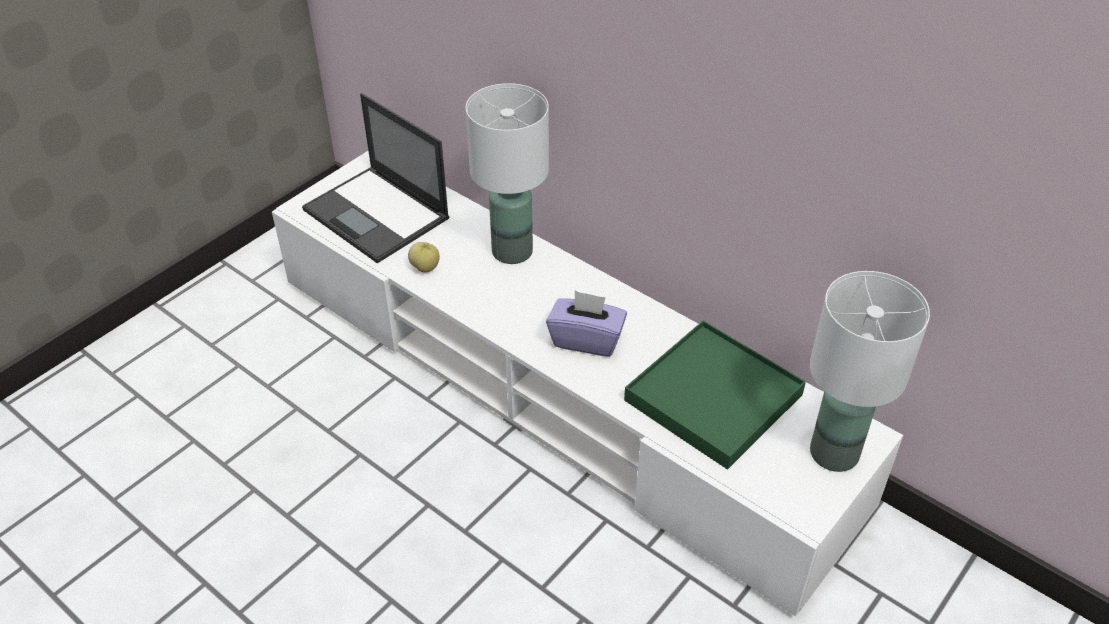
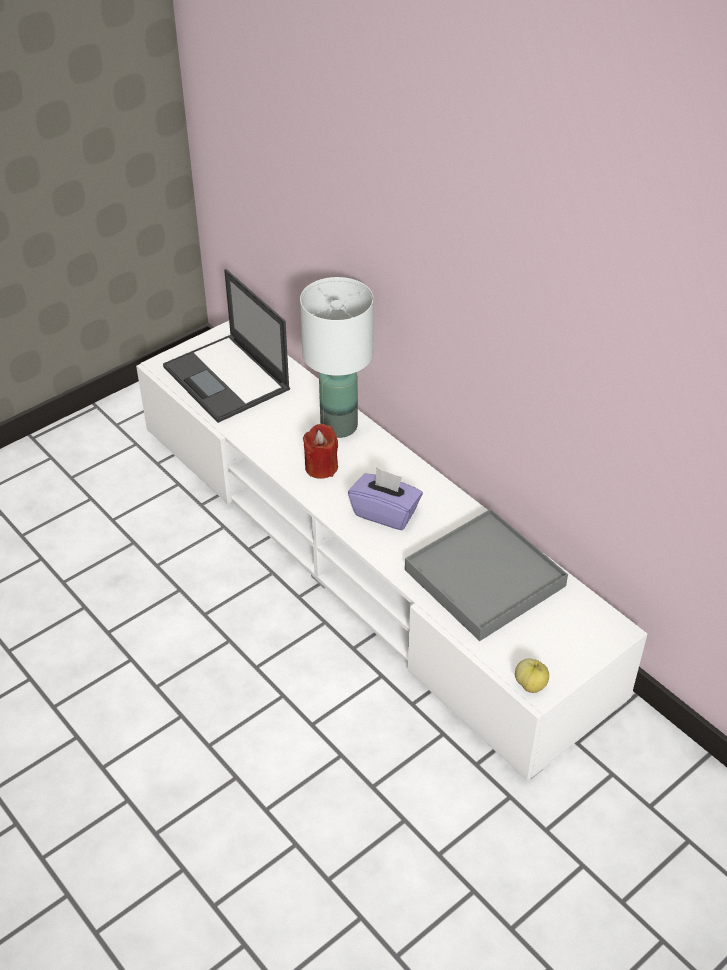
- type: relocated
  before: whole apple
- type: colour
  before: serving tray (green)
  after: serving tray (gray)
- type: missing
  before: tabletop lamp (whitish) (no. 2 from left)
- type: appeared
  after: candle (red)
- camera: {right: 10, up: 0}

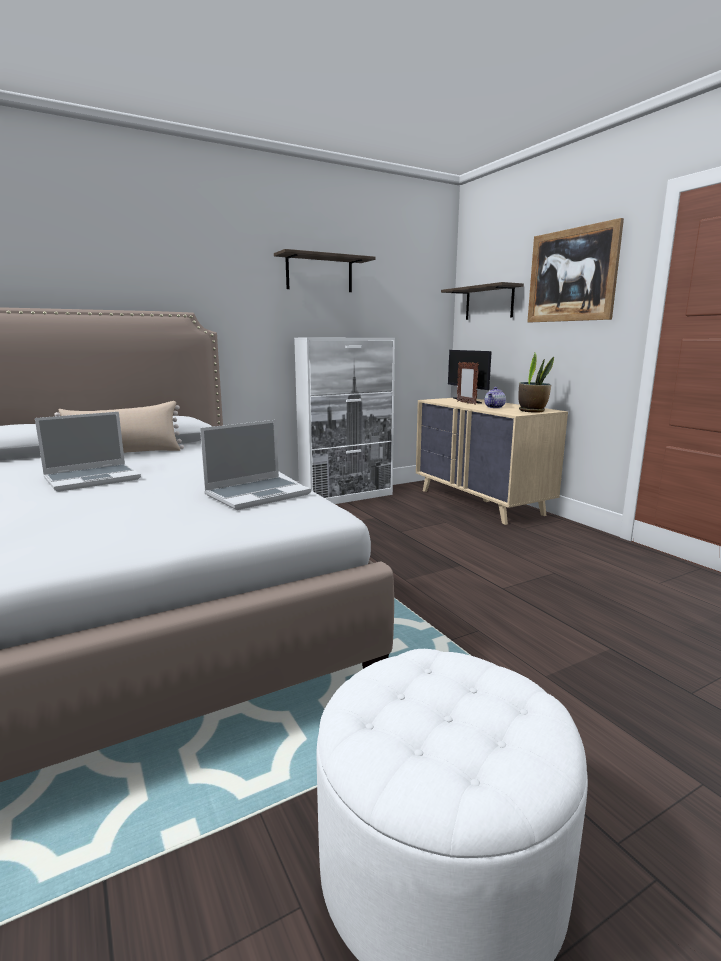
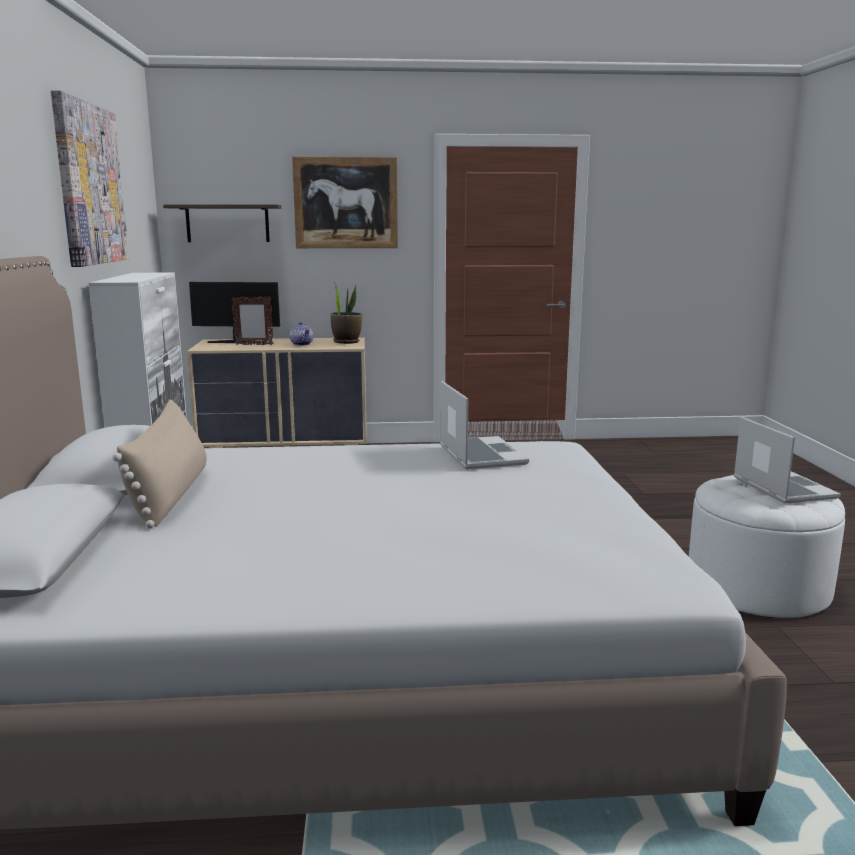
- type: relocated
  before: laptop (no. 1 from left in the first image)
  after: laptop (no. 2 from left)
- type: exchanged
  before: wall shelf (no. 1 from left)
  after: wall picture (no. 1 from left)
- camera: {right: -65, up: 0}

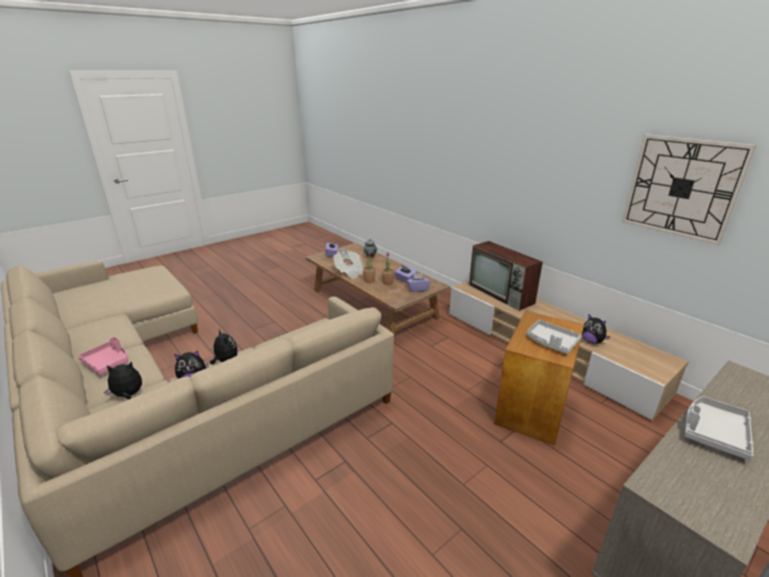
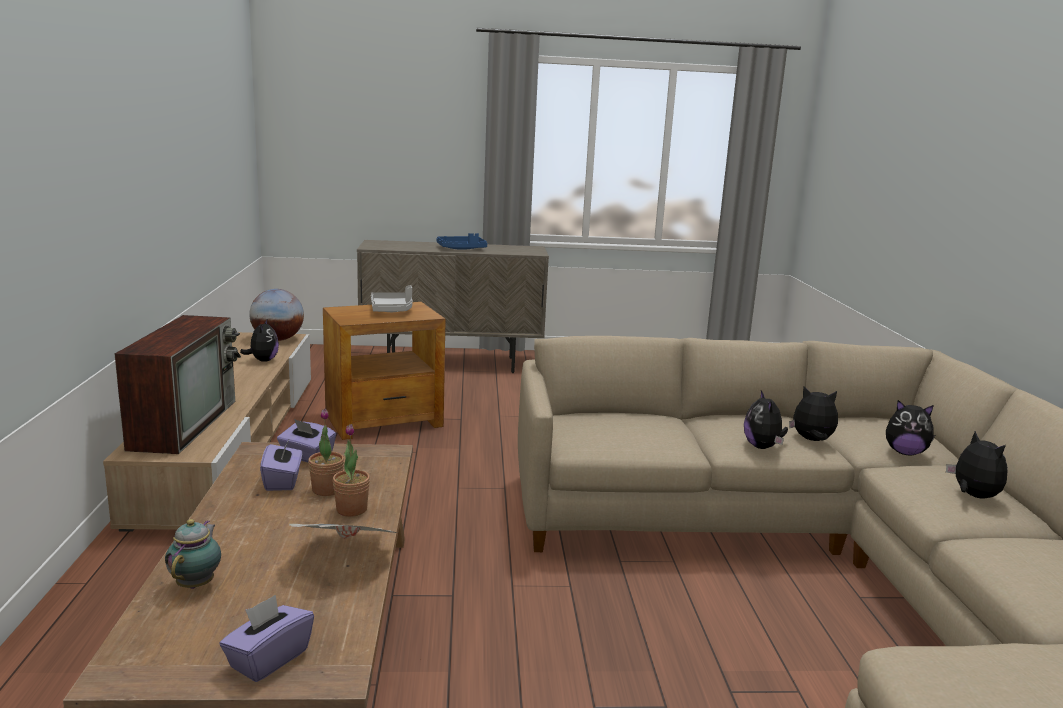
- type: exchanged
  before: serving tray (pink)
  after: soft toy (no. 5 from left)
- type: missing
  before: hanging clock
- type: colour
  before: serving tray (gray) (no. 2 from left)
  after: serving tray (blue-coloured)
- type: appeared
  after: world globe
- camera: {right: -145, up: -10}

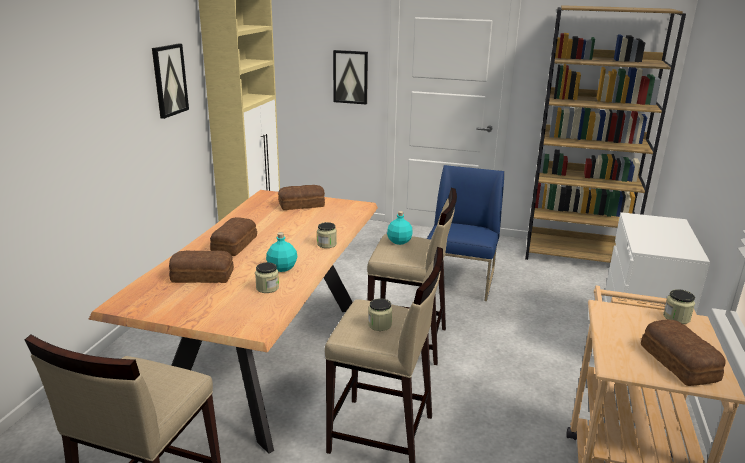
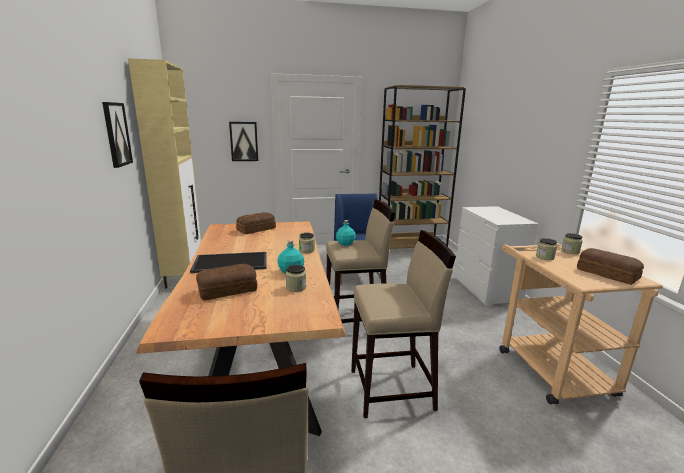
- type: exchanged
  before: bread (no. 2 from left)
  after: serving tray
- type: relocated
  before: storage jar (no. 3 from left)
- camera: {right: -25, up: -5}

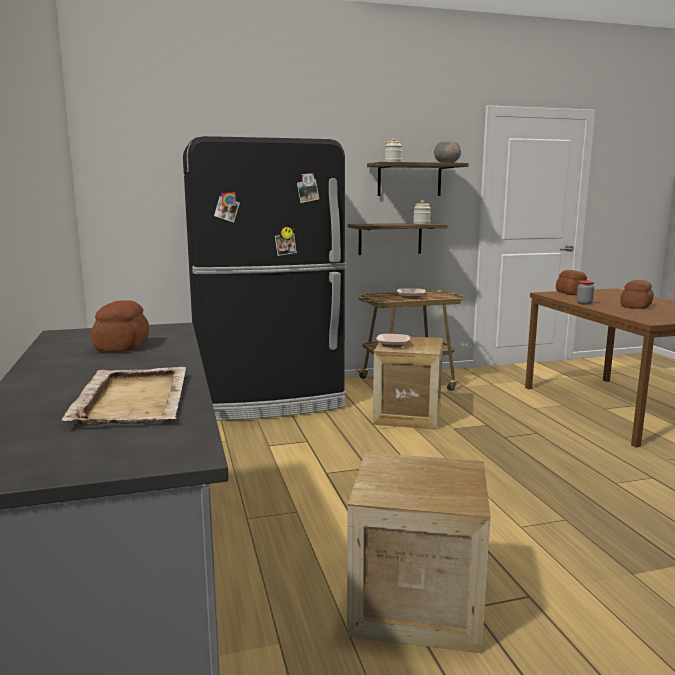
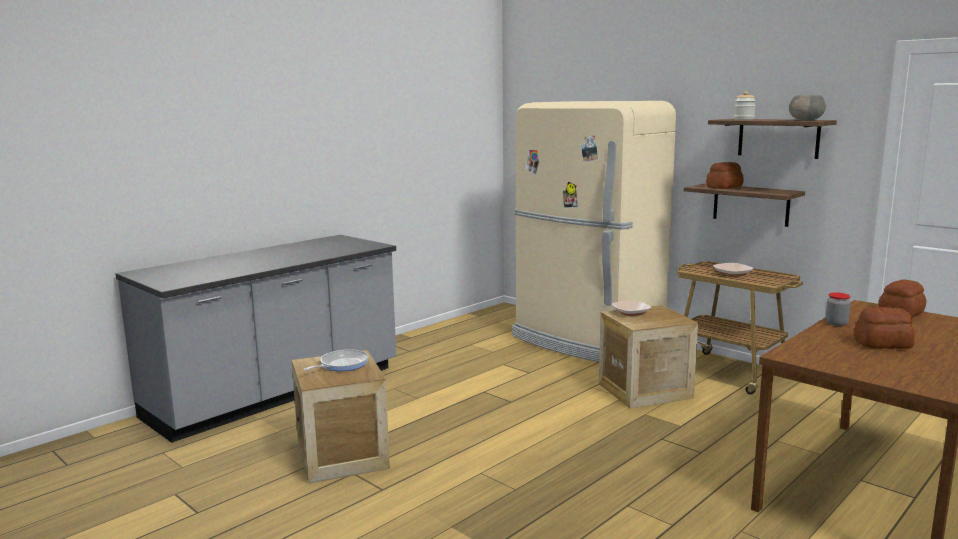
- type: missing
  before: serving tray (sand-coloured)
- type: relocated
  before: bread (no. 1 from left)
- type: colour
  before: kitchen fridge (blackish)
  after: kitchen fridge (sand-coloured)
- type: missing
  before: storage jar (no. 2 from left)
- type: appeared
  after: frying pan
- camera: {right: 60, up: 0}

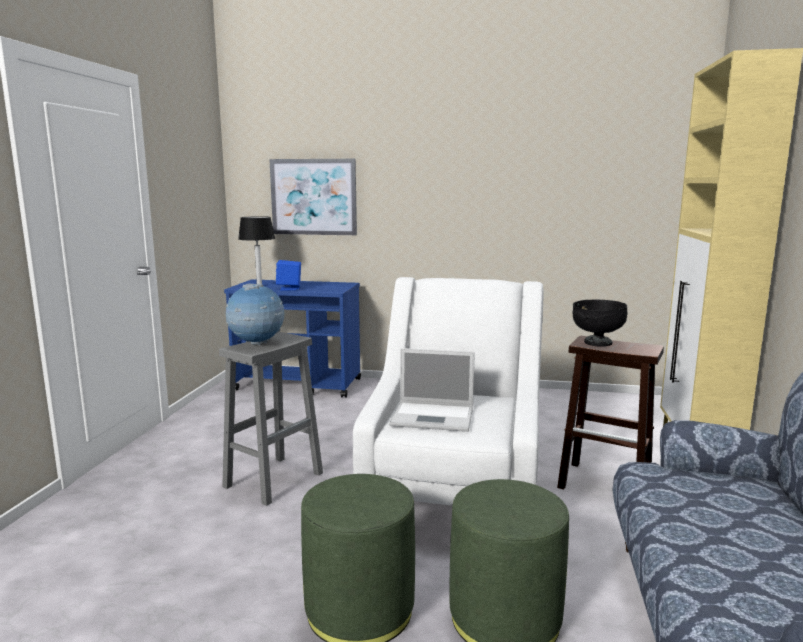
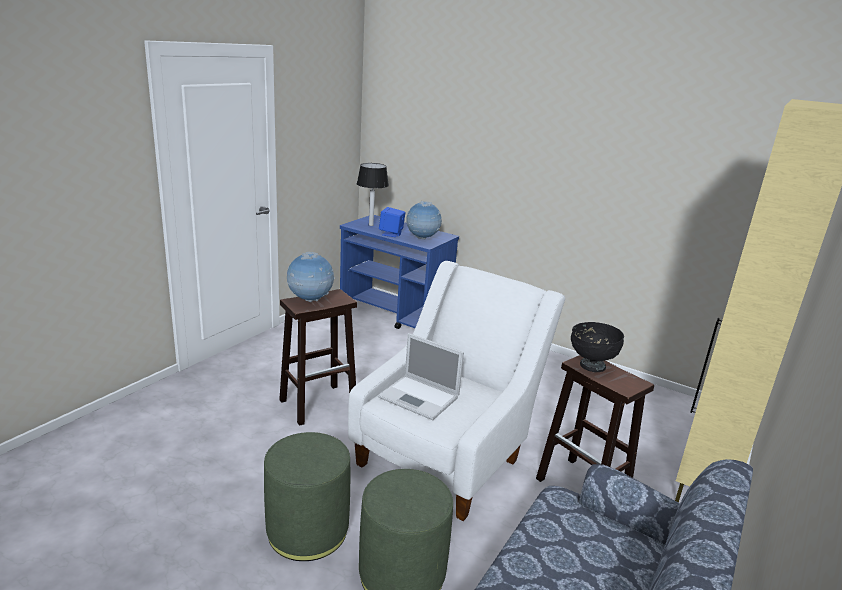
- type: colour
  before: sitting stool (gray)
  after: sitting stool (brownish) (no. 1 from left)
- type: missing
  before: wall picture
- type: appeared
  after: world globe (no. 2 from left)
- camera: {right: 20, up: 10}

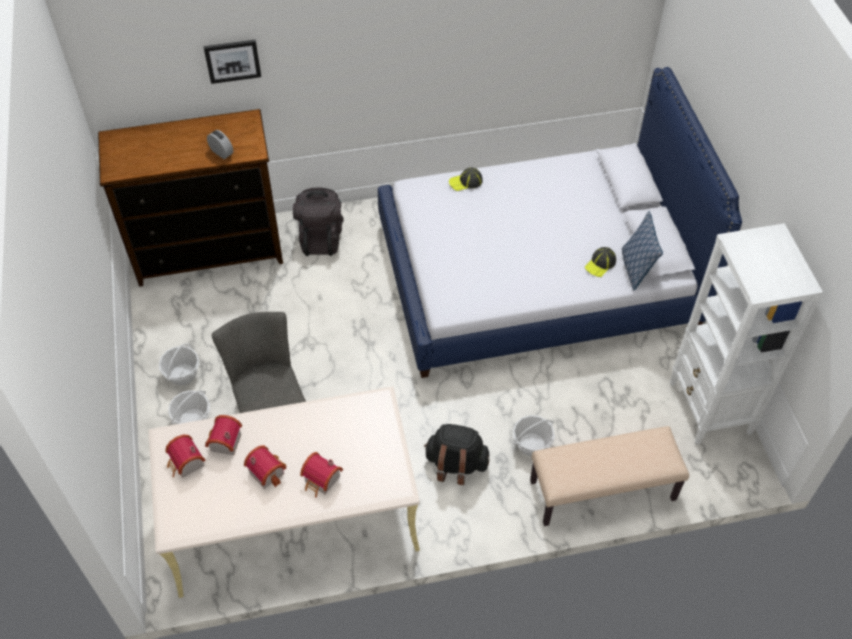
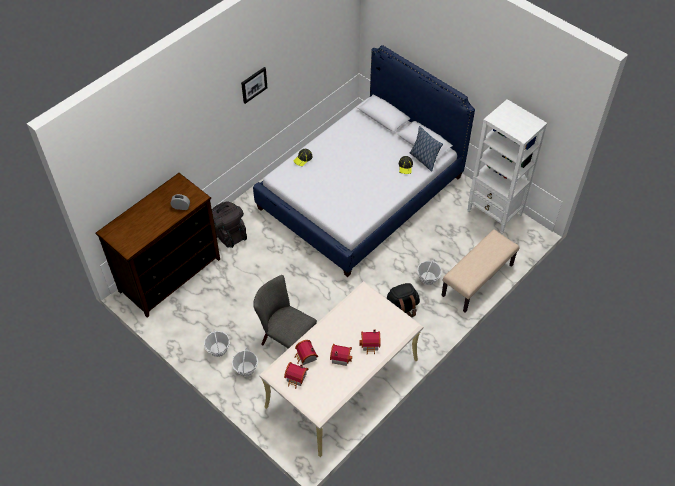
- type: relocated
  before: wall picture
- camera: {right: -35, up: 0}

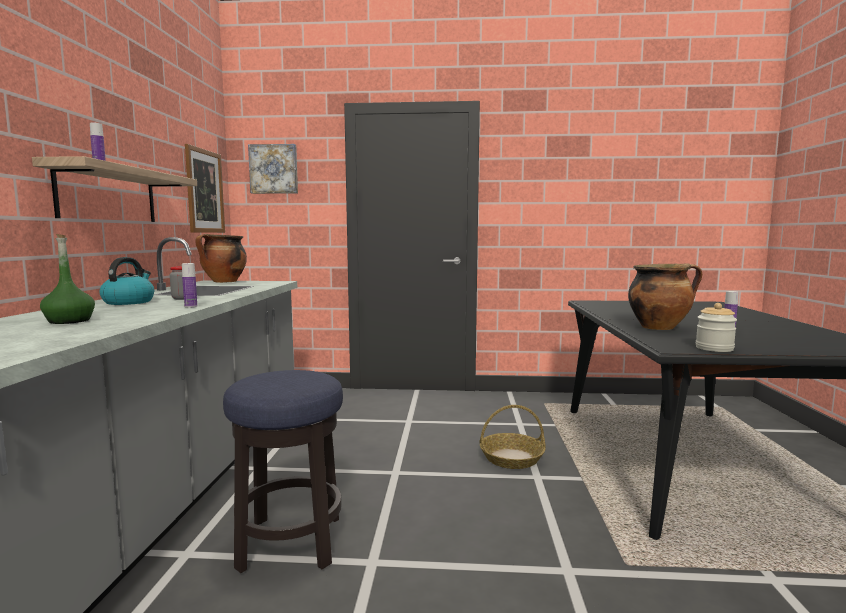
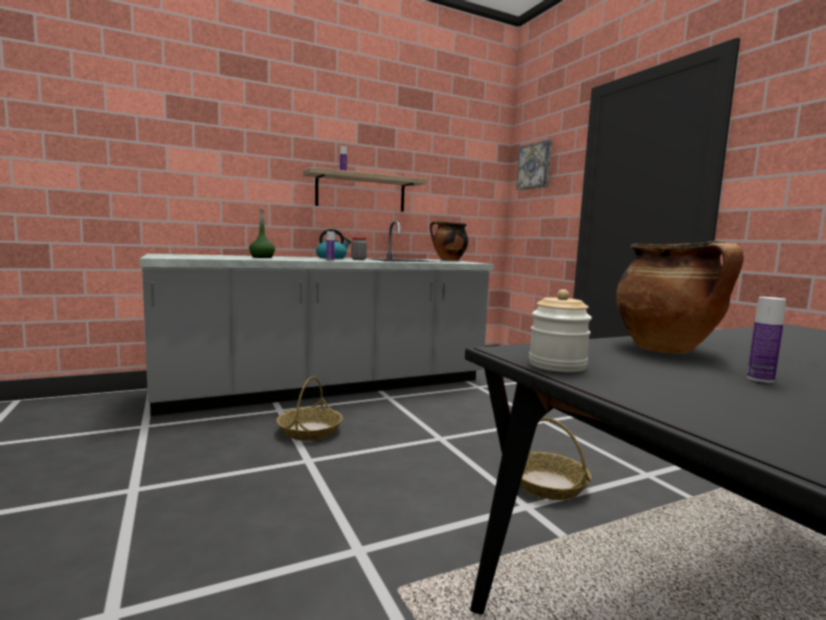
- type: missing
  before: wall picture (no. 1 from left)
- type: exchanged
  before: sitting stool
  after: household basket (no. 1 from left)
- camera: {right: 60, up: 0}

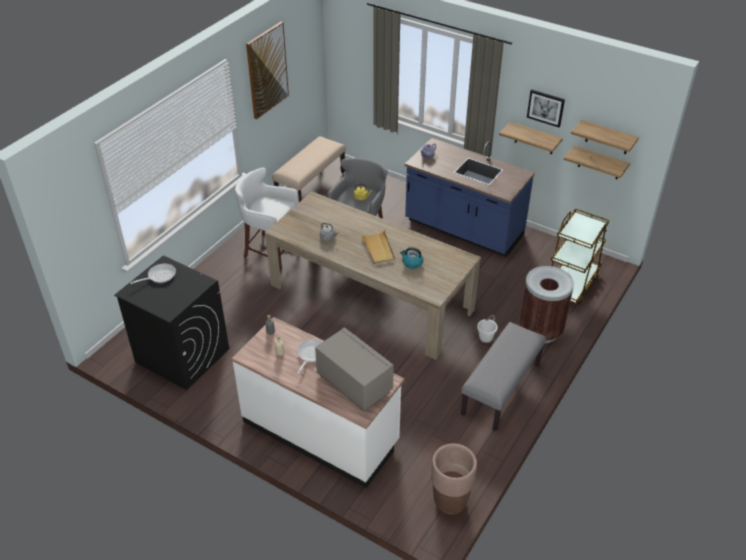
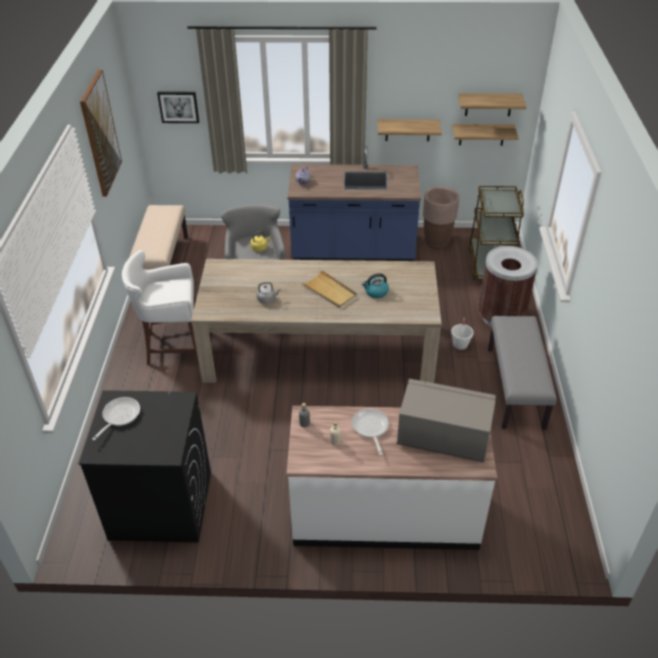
- type: relocated
  before: plant pot (brownish)
- type: relocated
  before: wall picture (no. 2 from left)
- camera: {right: -30, up: 0}

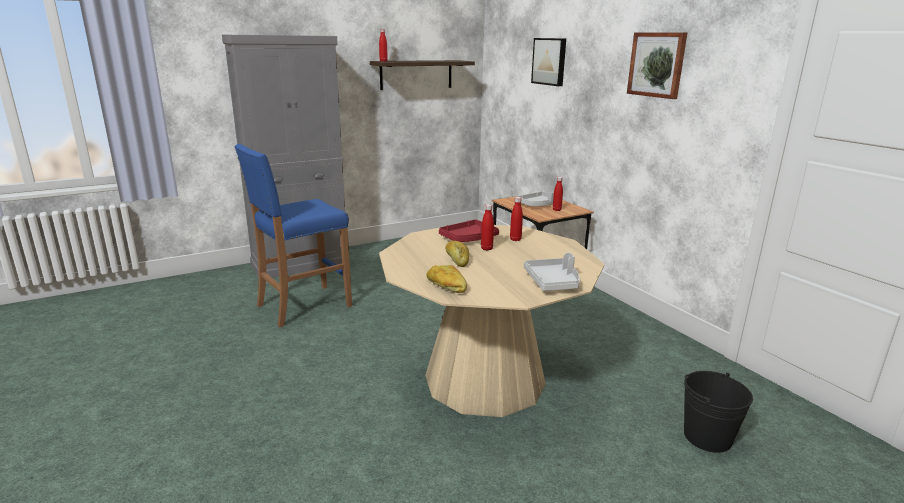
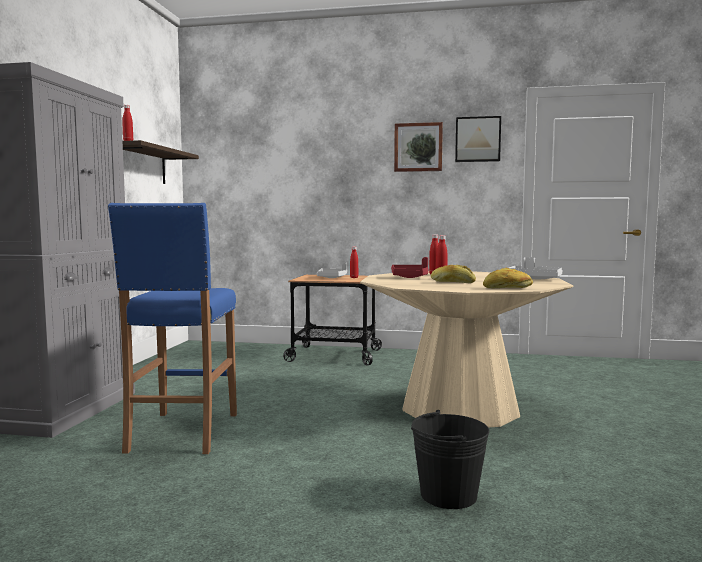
- type: relocated
  before: wall picture (no. 1 from left in the first image)
  after: wall picture (no. 2 from left)
- type: relocated
  before: bucket (blackish)
- camera: {right: -50, up: -15}

